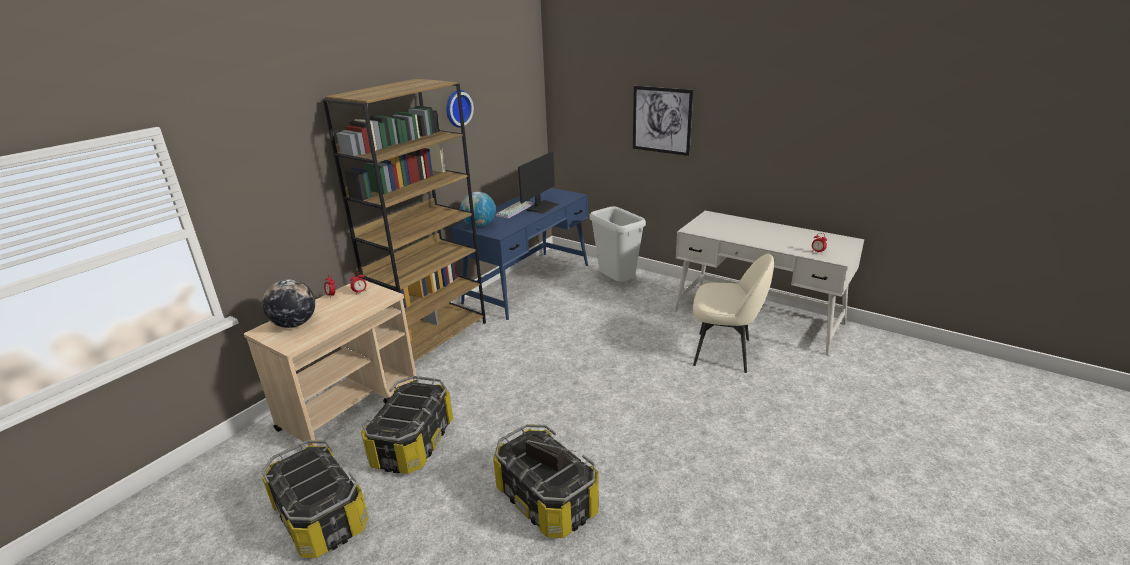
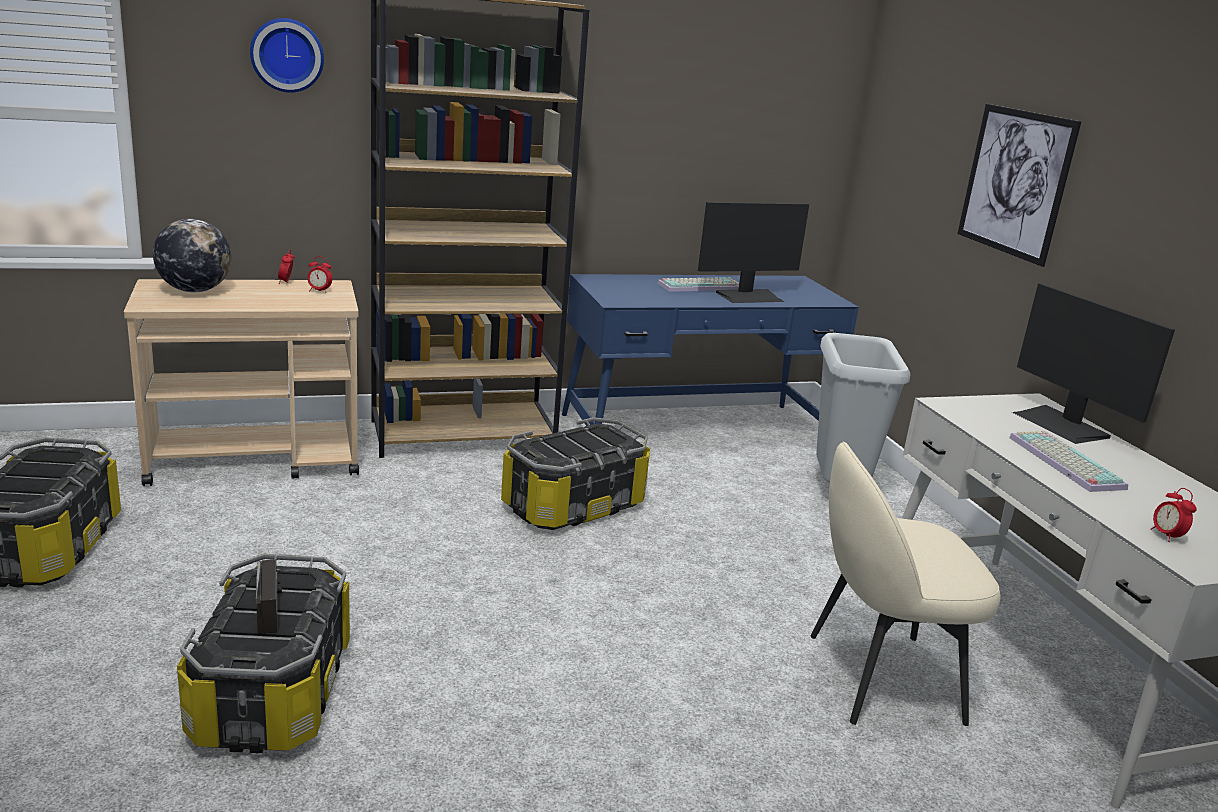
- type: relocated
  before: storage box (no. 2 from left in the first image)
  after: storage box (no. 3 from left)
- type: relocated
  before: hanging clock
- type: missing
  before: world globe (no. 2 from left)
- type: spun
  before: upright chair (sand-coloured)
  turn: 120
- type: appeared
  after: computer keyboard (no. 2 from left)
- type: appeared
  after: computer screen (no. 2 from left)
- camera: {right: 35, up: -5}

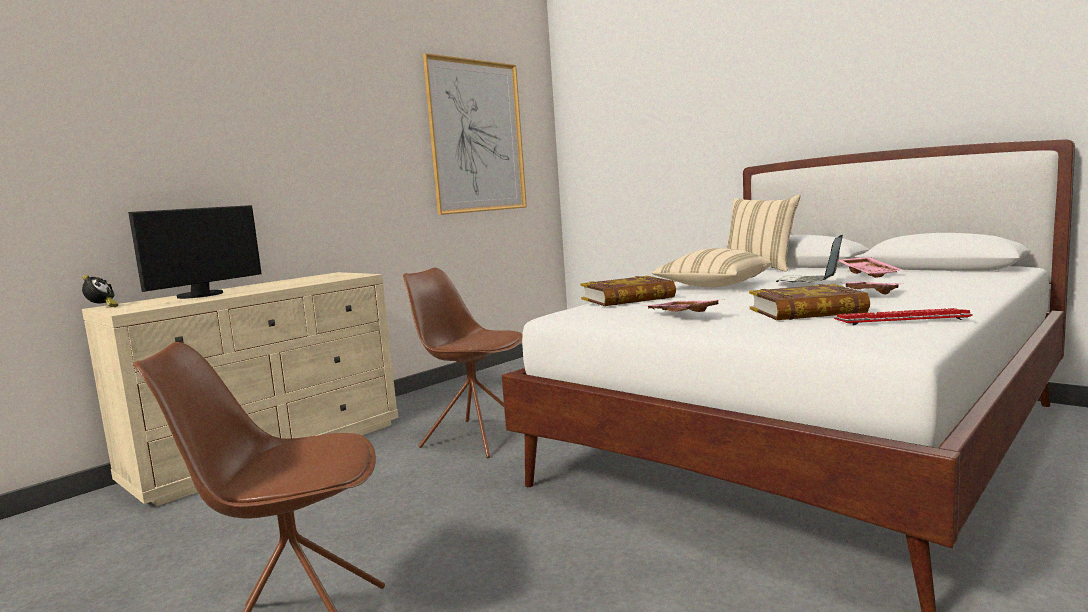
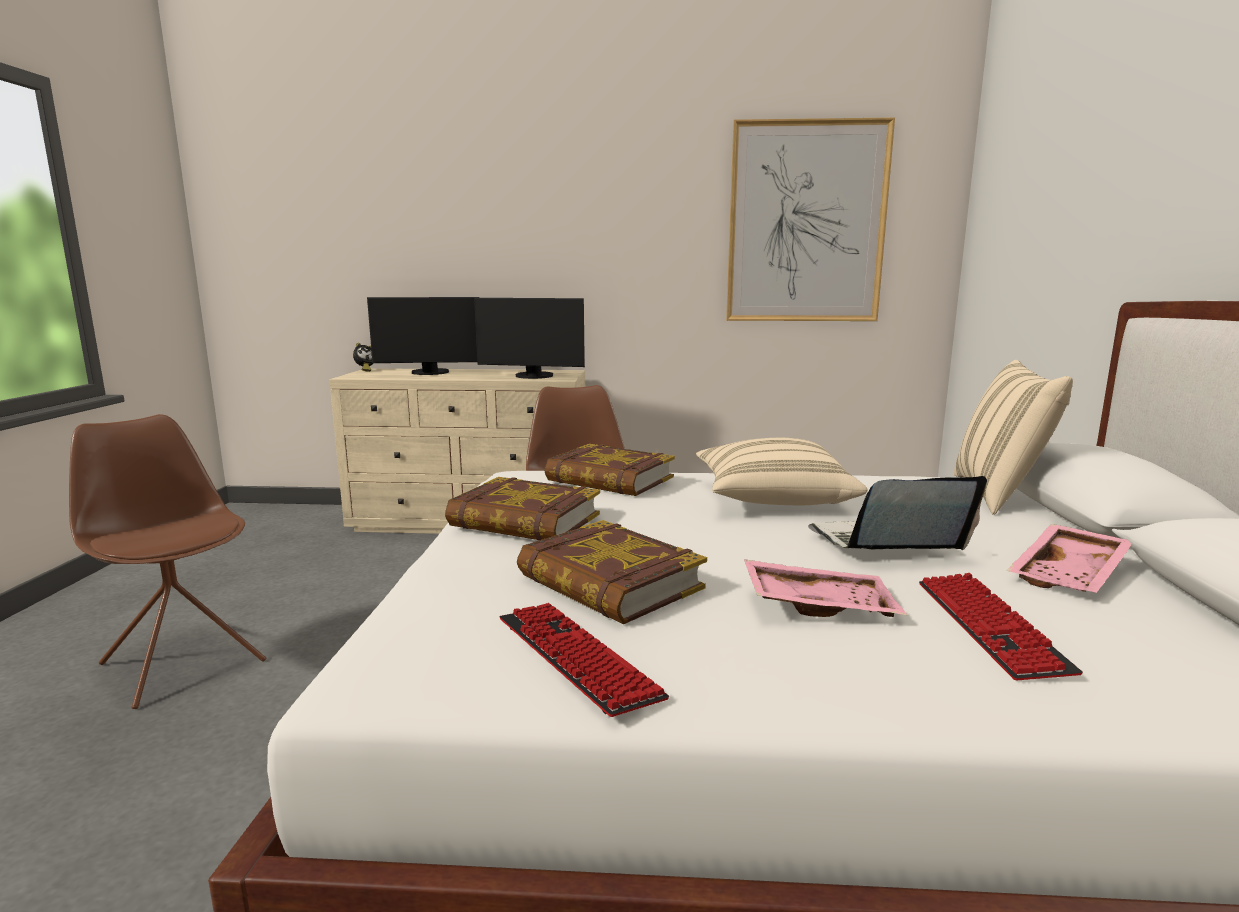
- type: exchanged
  before: serving tray (pink) (no. 1 from left)
  after: book (no. 1 from left)
- type: appeared
  after: computer screen (no. 2 from left)
- type: appeared
  after: computer keyboard (no. 2 from left)
- camera: {right: 50, up: 5}

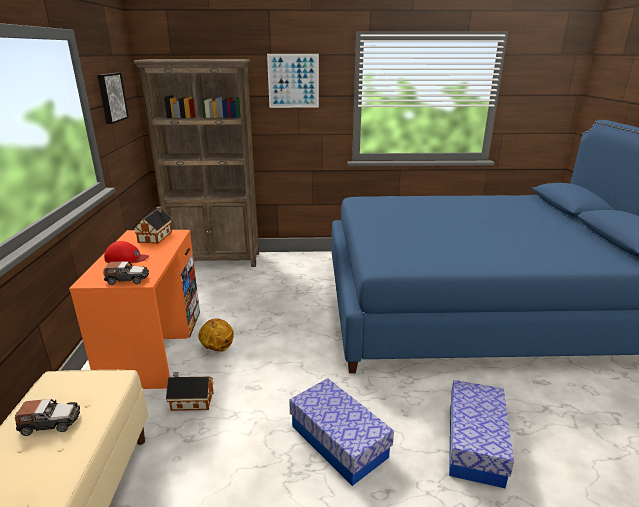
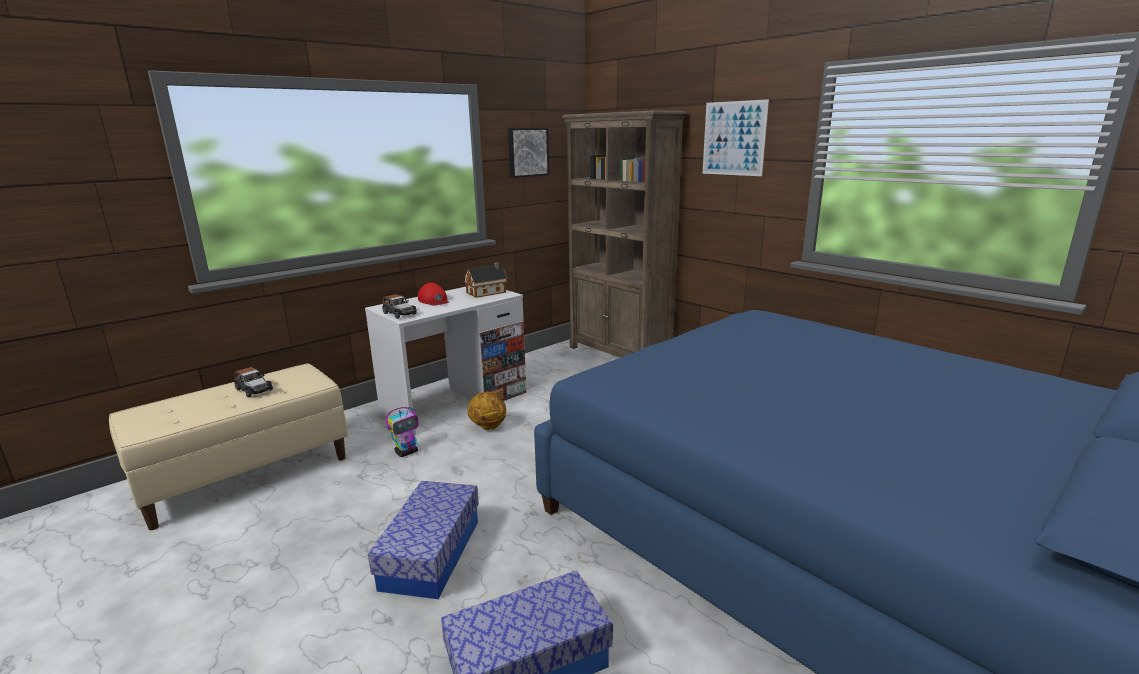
- type: colour
  before: desk table (orangey)
  after: desk table (whitish)
- type: exchanged
  before: model house (no. 2 from left)
  after: toy robot
- camera: {right: 50, up: -5}

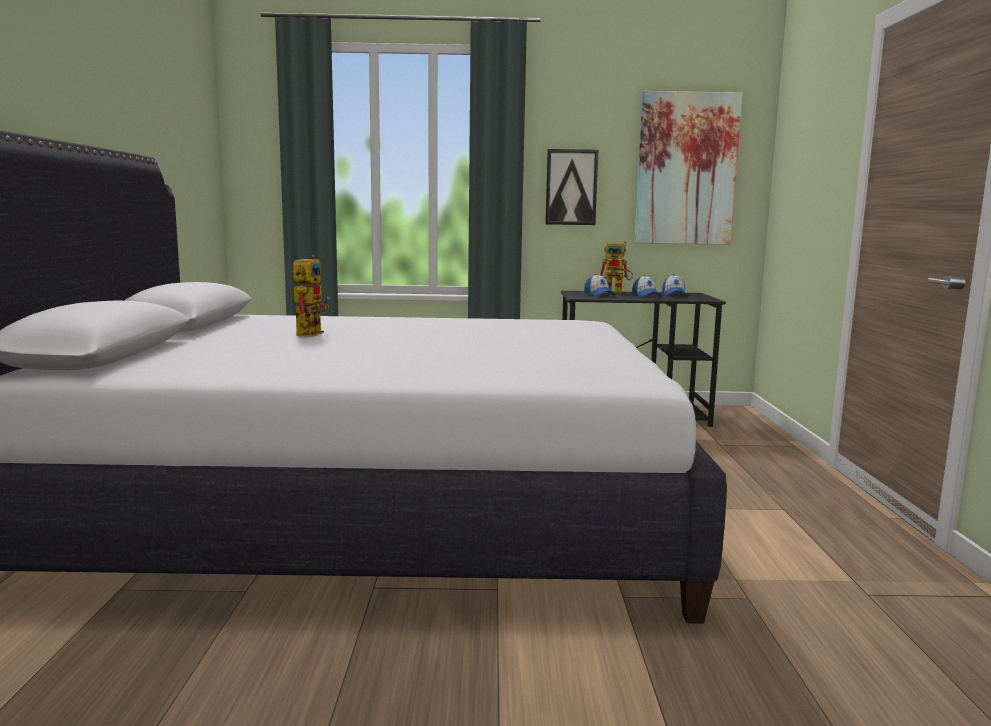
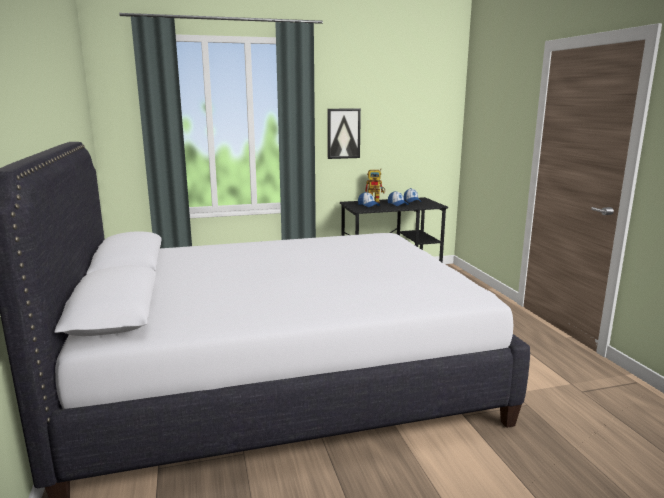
- type: missing
  before: toy robot (no. 1 from left)
- type: missing
  before: wall picture (no. 2 from left)
- camera: {right: -15, up: 5}

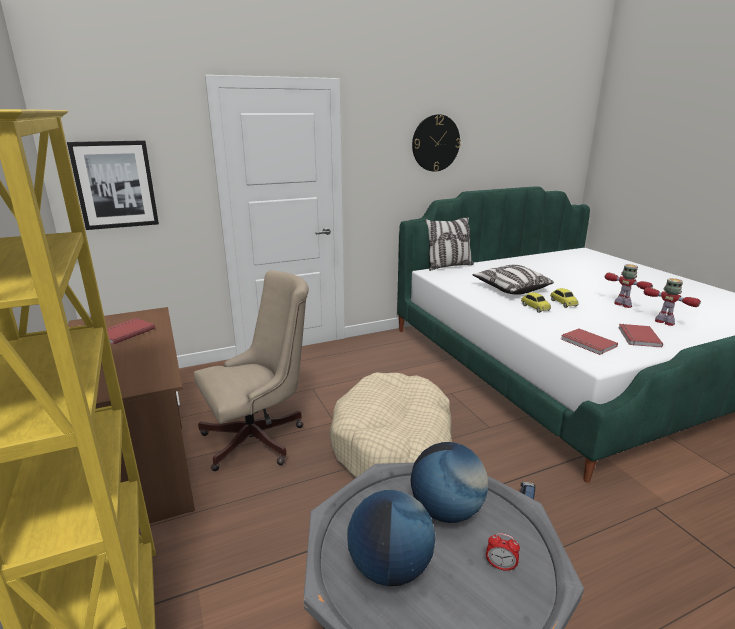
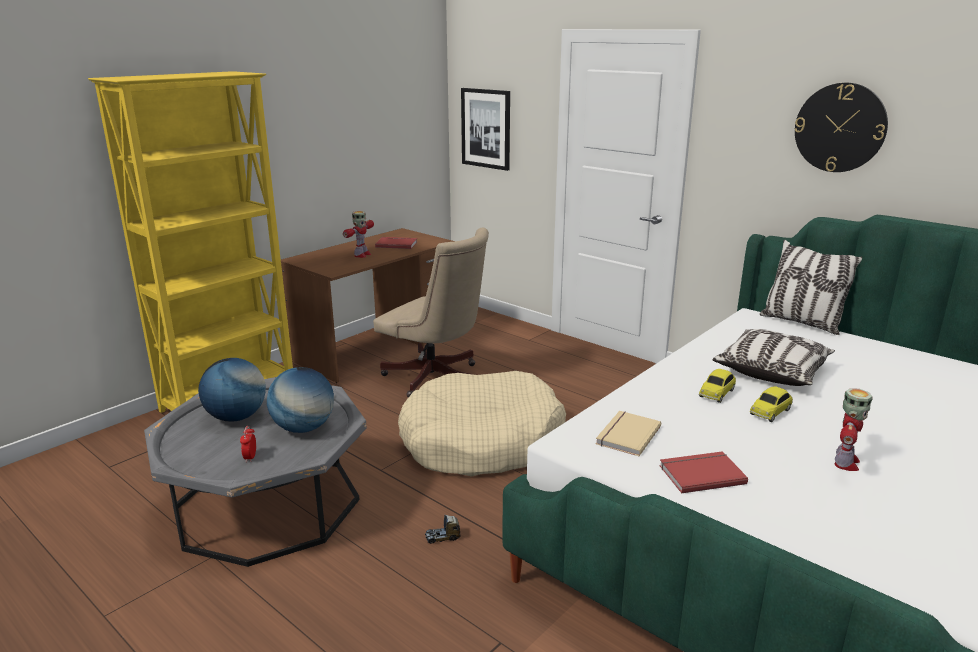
- type: colour
  before: book (red) (no. 2 from left)
  after: book (sand-coloured)
- type: relocated
  before: toy robot (no. 2 from left in the first image)
  after: toy robot (no. 1 from left)
- camera: {right: 65, up: 0}

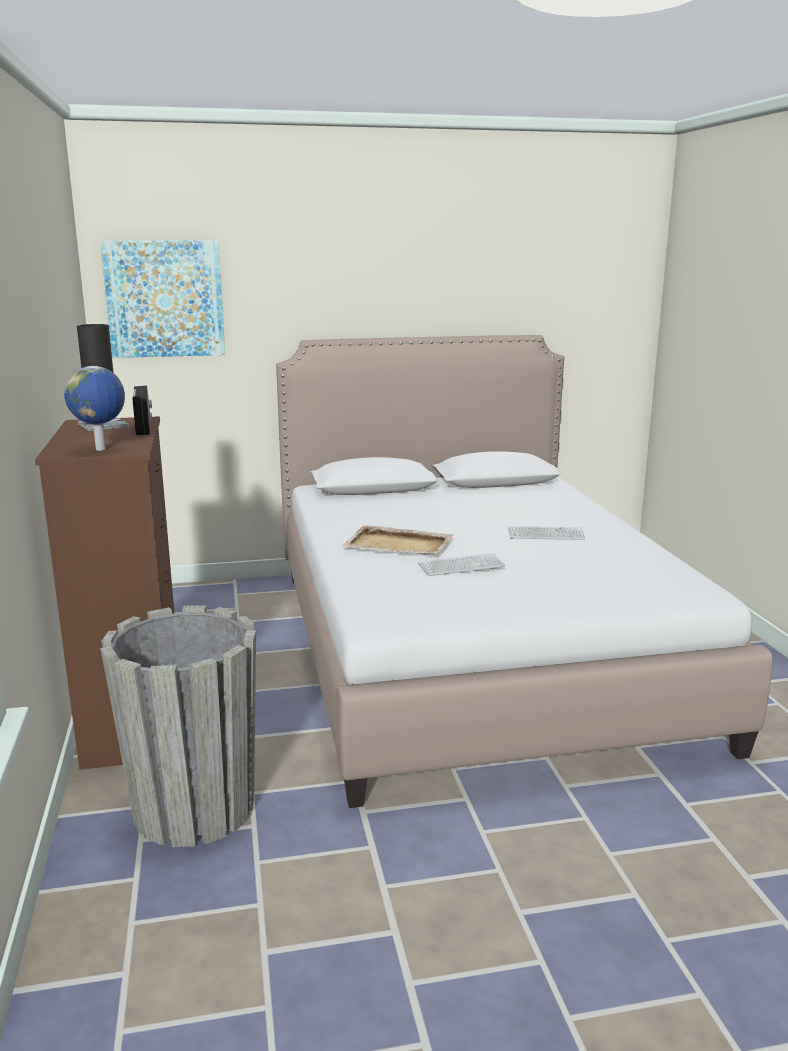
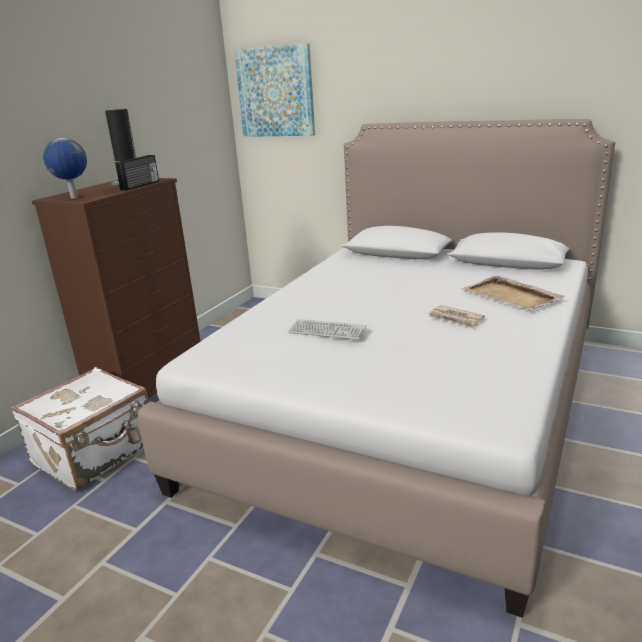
- type: exchanged
  before: plant pot (gray)
  after: suitcase (whitish)
- type: relocated
  before: serving tray (sand-coloured)
- type: exchanged
  before: computer keyboard (no. 2 from left)
  after: newspaper
- camera: {right: 40, up: 5}

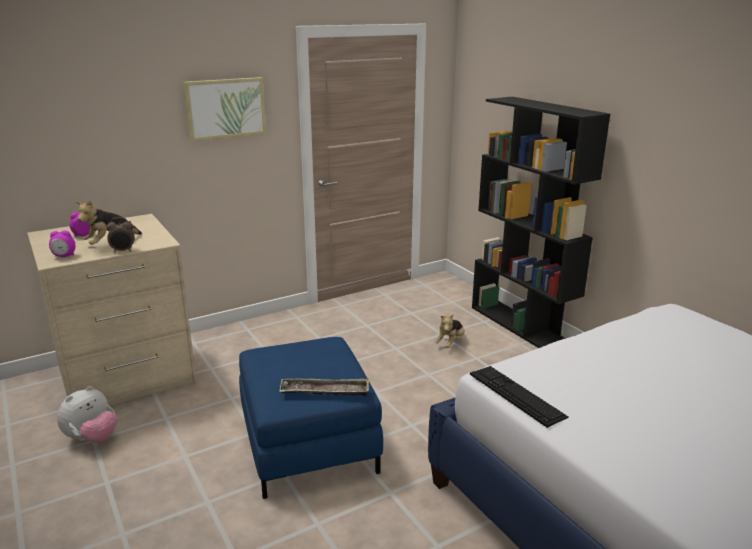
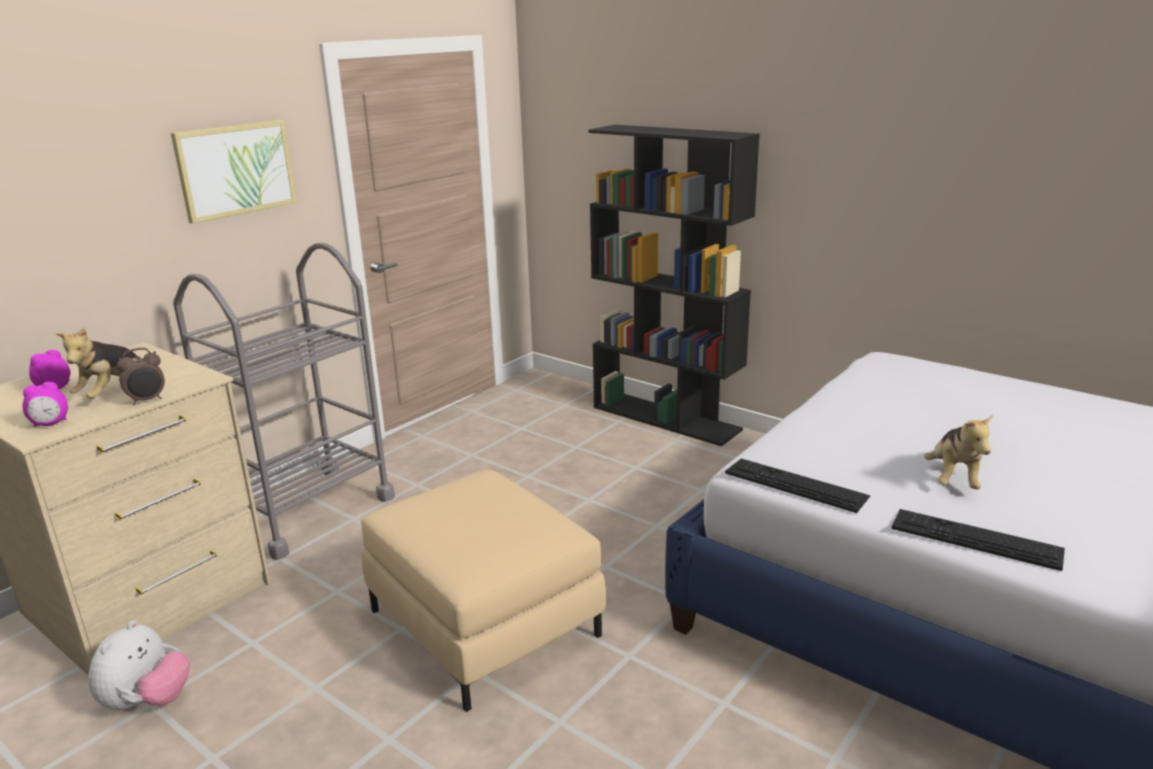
- type: colour
  before: ottoman (blue-coloured)
  after: ottoman (sand-coloured)
- type: missing
  before: serving tray
- type: relocated
  before: soft toy (no. 3 from left)
- type: appeared
  after: cart (gray)
- type: appeared
  after: computer keyboard (no. 2 from left)
- camera: {right: -20, up: 0}

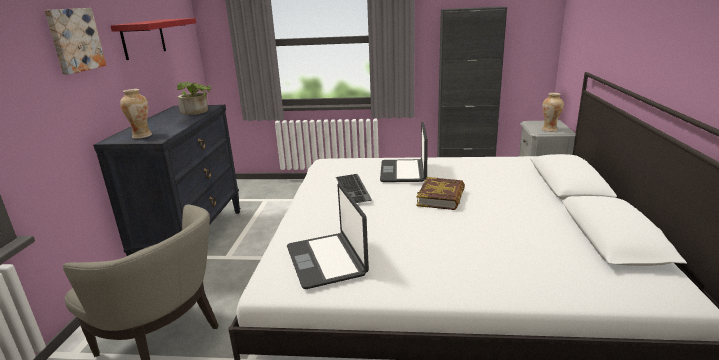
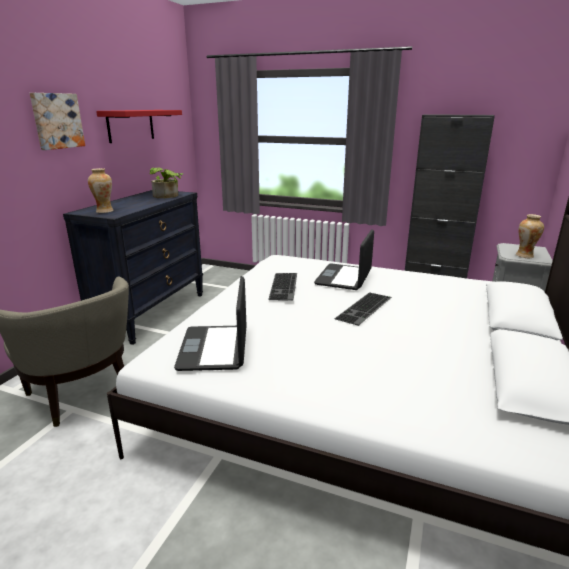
- type: exchanged
  before: book
  after: computer keyboard (no. 2 from left)
- camera: {right: 15, up: 0}

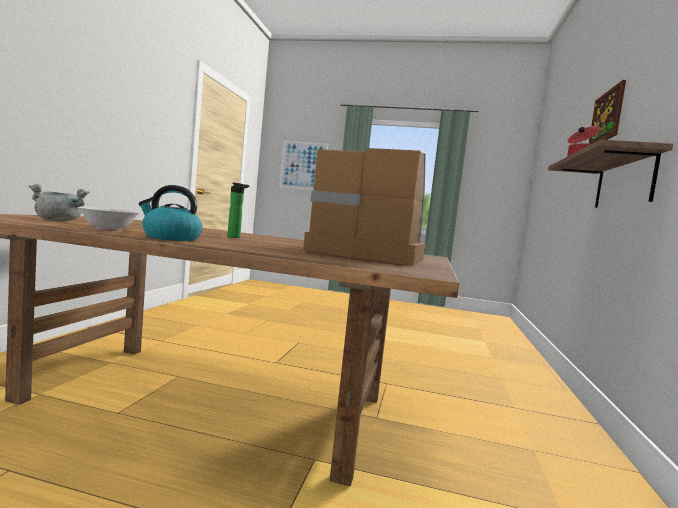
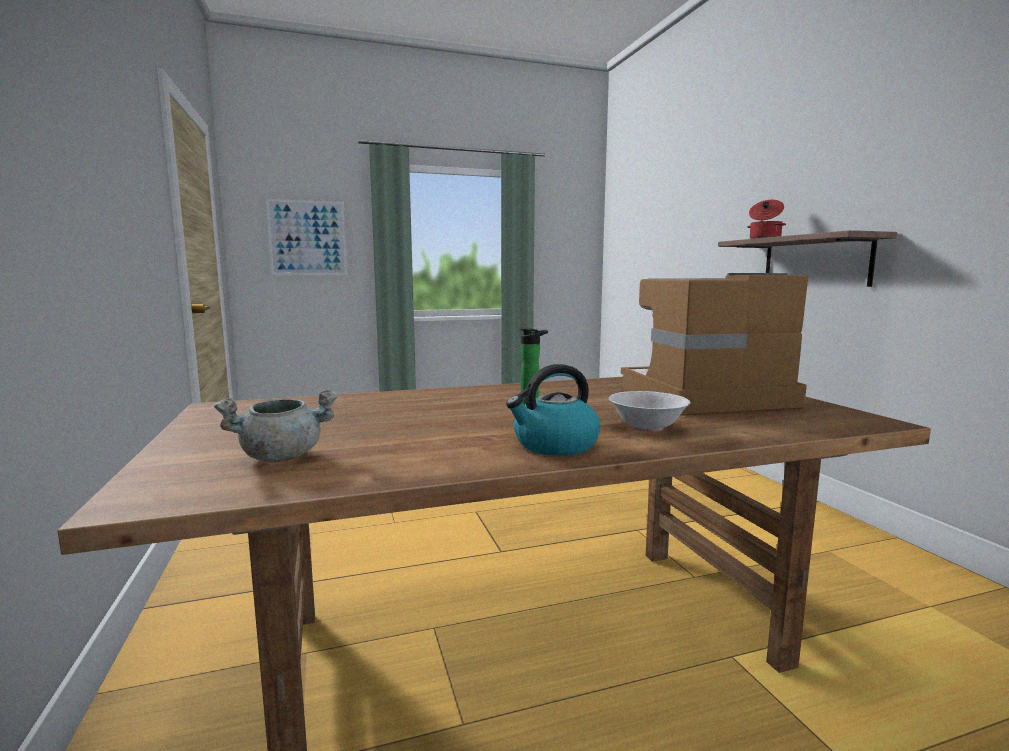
- type: relocated
  before: serving bowl (whitish)
- type: missing
  before: wall picture (no. 2 from left)
- camera: {right: -30, up: 5}

